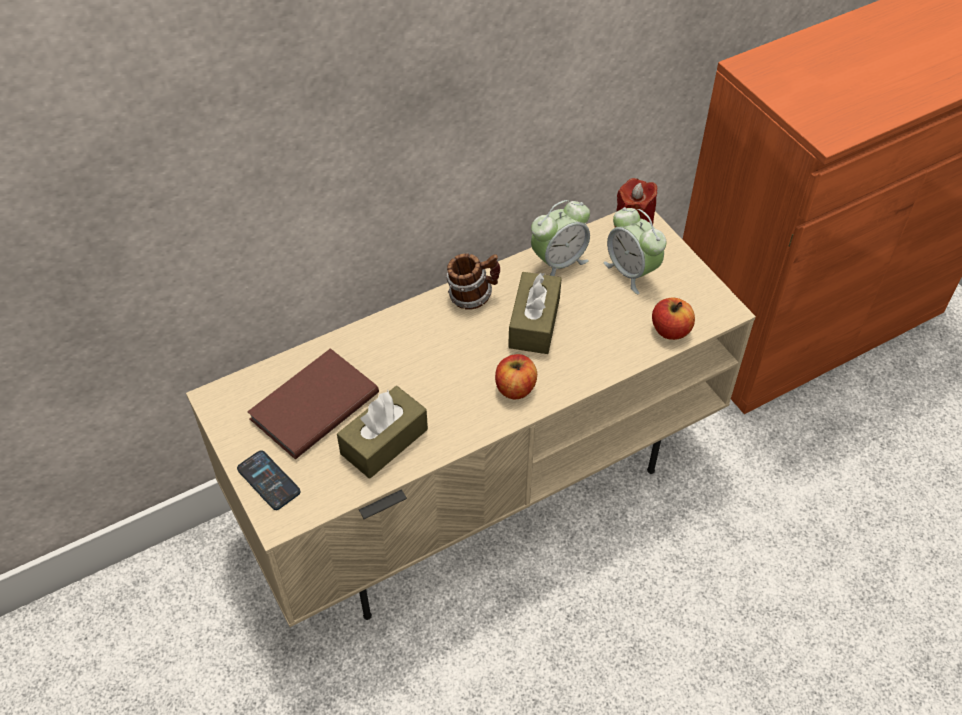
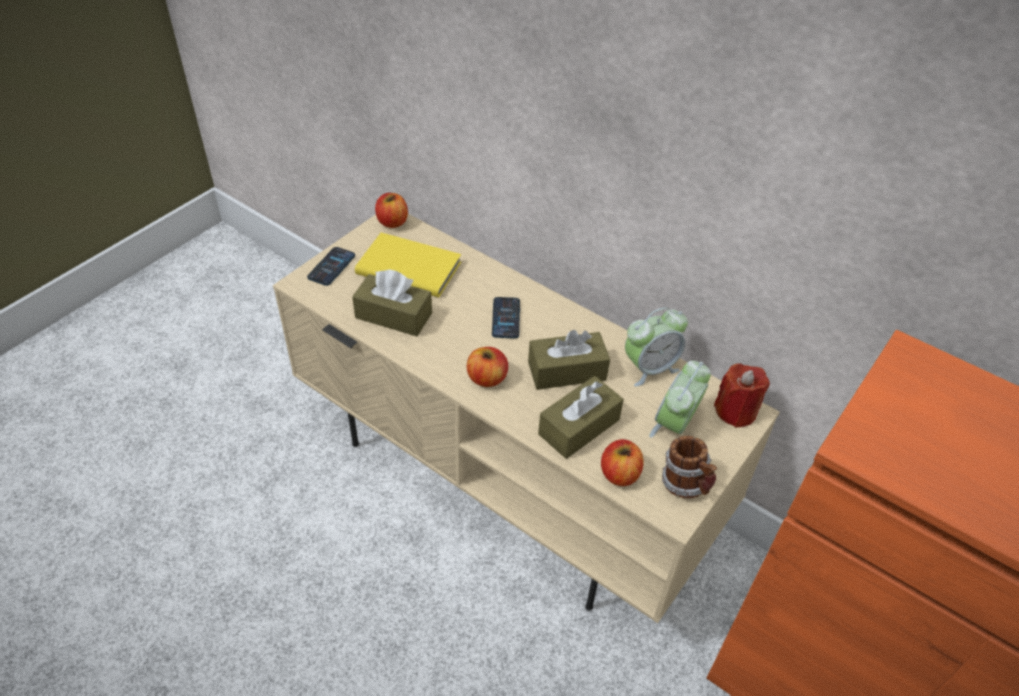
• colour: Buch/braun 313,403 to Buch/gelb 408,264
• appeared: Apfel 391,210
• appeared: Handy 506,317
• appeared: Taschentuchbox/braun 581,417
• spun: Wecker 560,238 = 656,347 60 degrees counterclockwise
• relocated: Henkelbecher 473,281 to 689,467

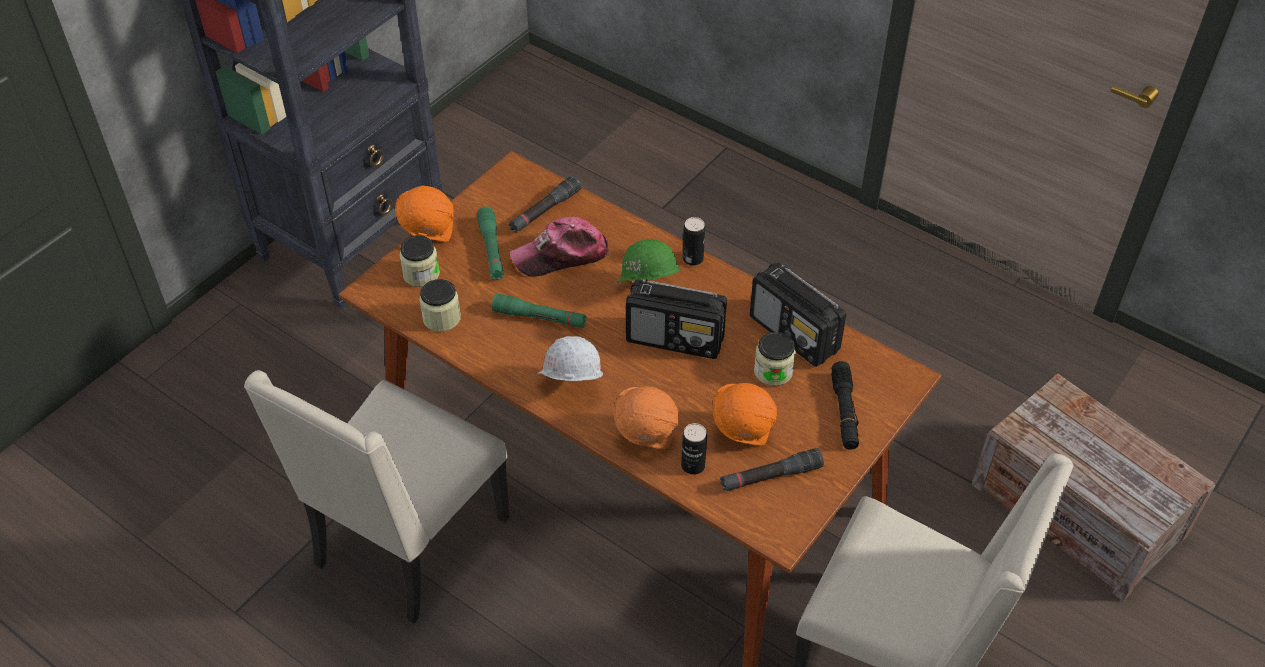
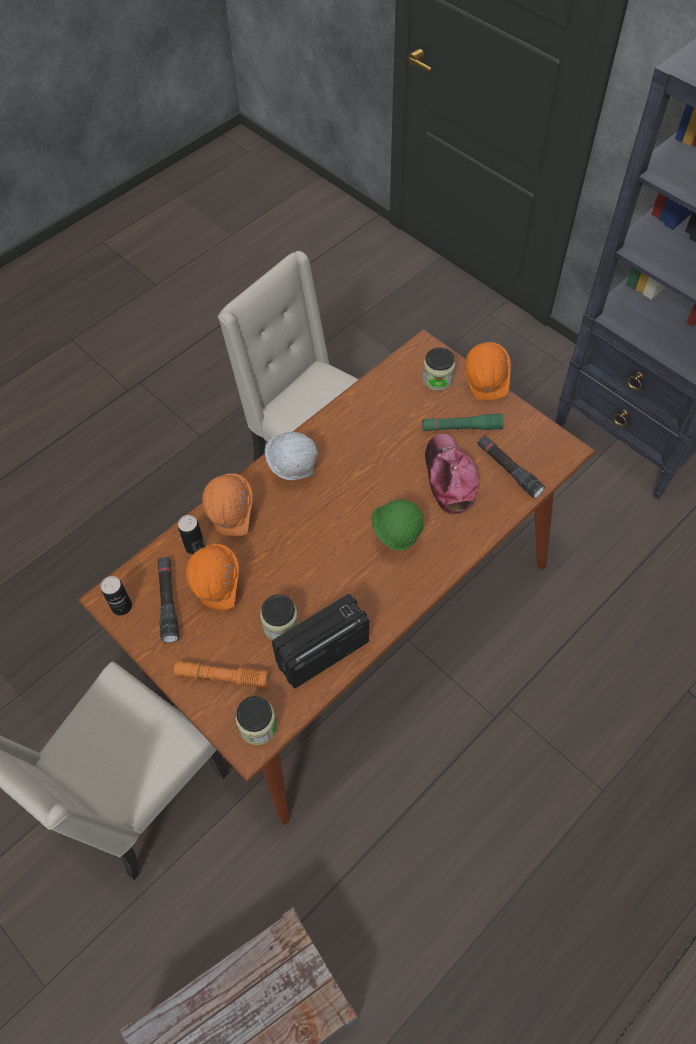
• relocated: Dose 694,241 to 116,595
• colour: Taschenlampe/schwarz 845,405 to Taschenlampe/orange 221,674
• relocated: Vorratsglas 440,305 to 256,720
• missing: Taschenlampe/grün 539,311
• missing: Radio 676,319

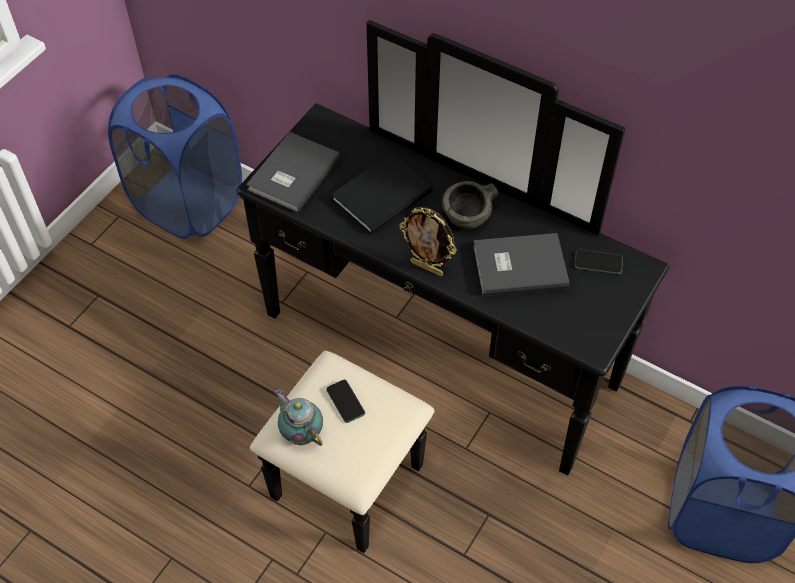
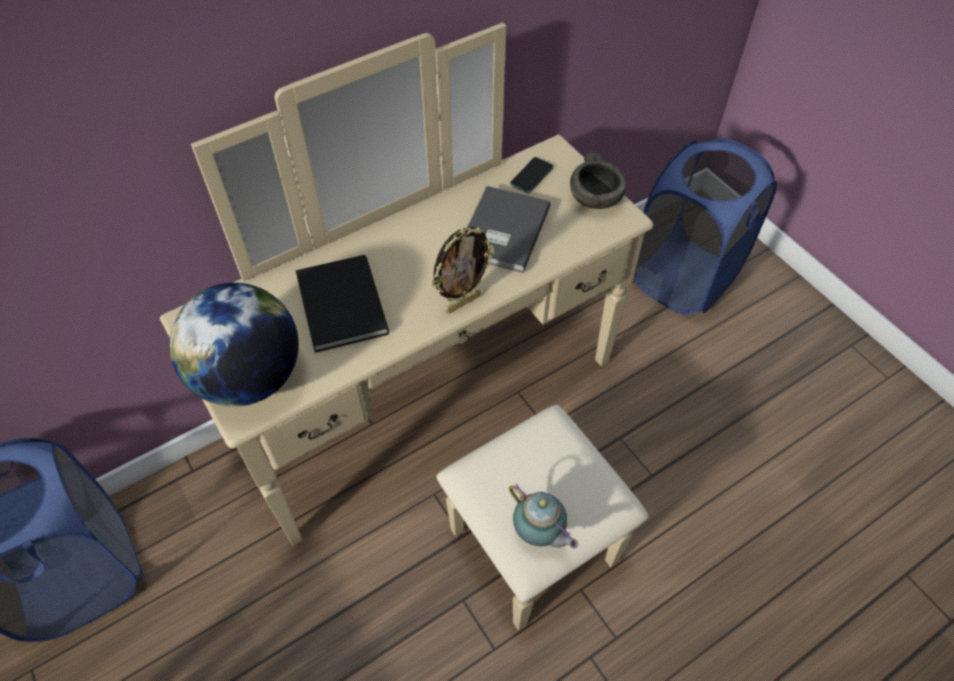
• colour: Kommode/schwarz 453,286 to Kommode/beige 406,326
• exchanged: Buch/grau 293,172 to Globus 234,345
• spun: Teekanne 299,417 = 543,516 120 degrees counterclockwise
• relocated: Schüssel/grau 470,205 to 598,180
• missing: Handy 345,401

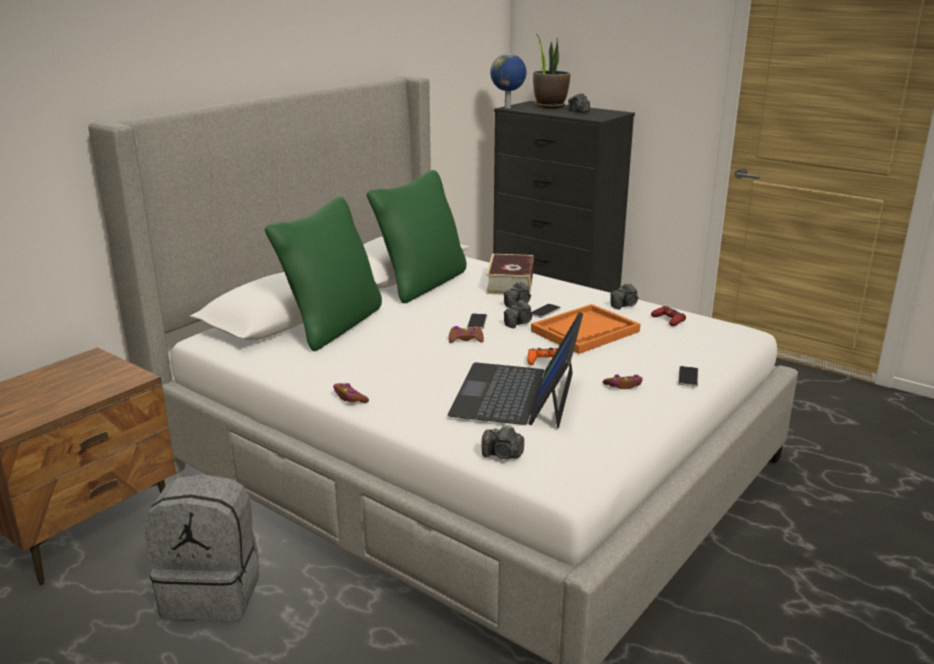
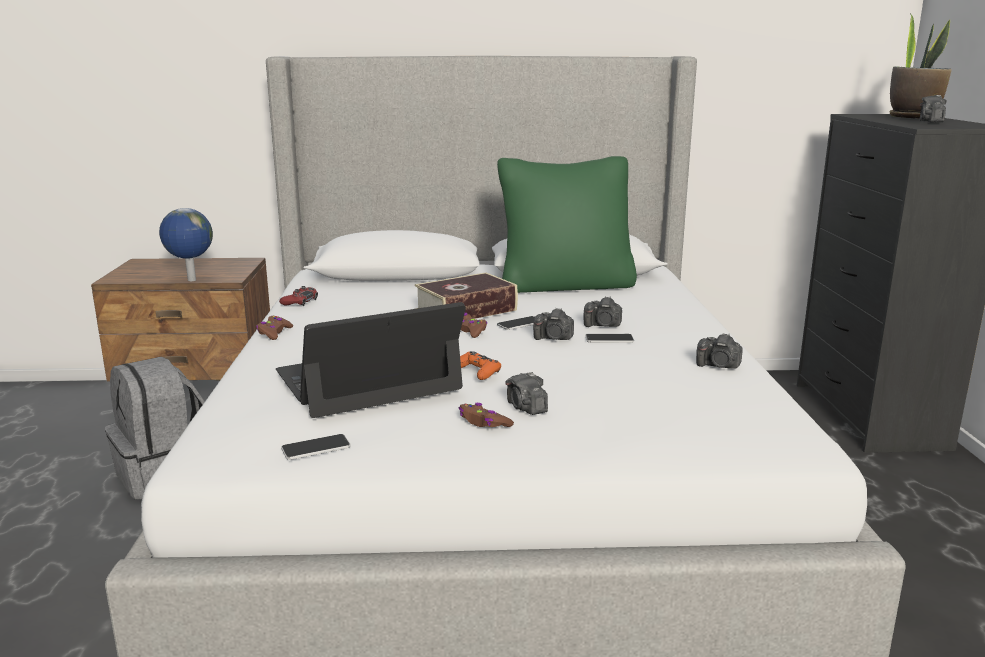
• relocated: Globus 508,81 to 186,244
• relocated: Gamepad/rot 668,316 to 298,296
• relocated: Handy 688,376 to 316,447
• relocated: Buch 510,274 to 466,296
• relocated: Kamera 502,442 to 527,393
• missing: Kissen/grün 323,274
• missing: Tablett/orange 585,329

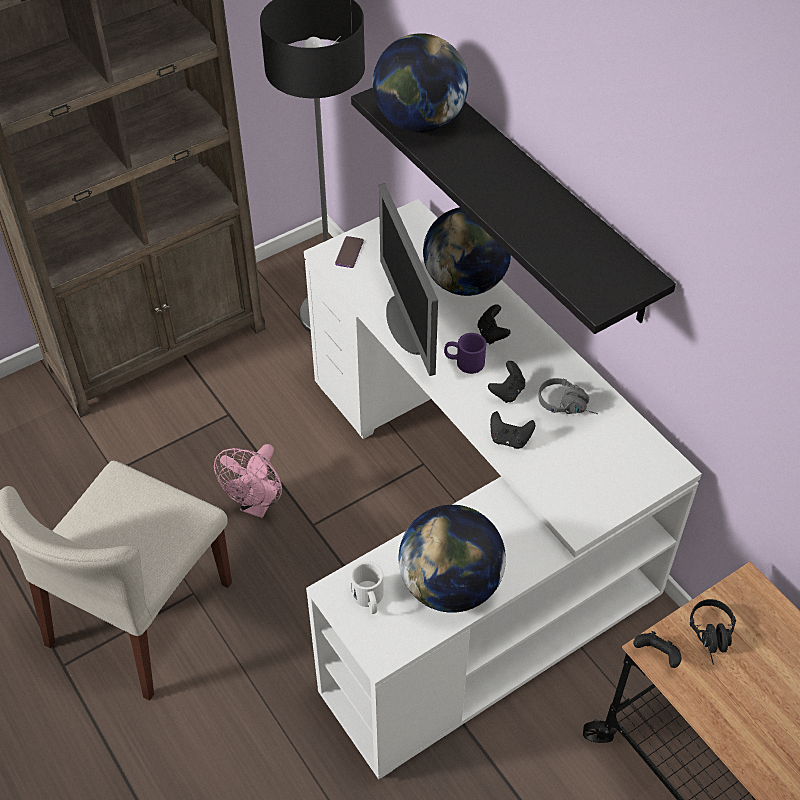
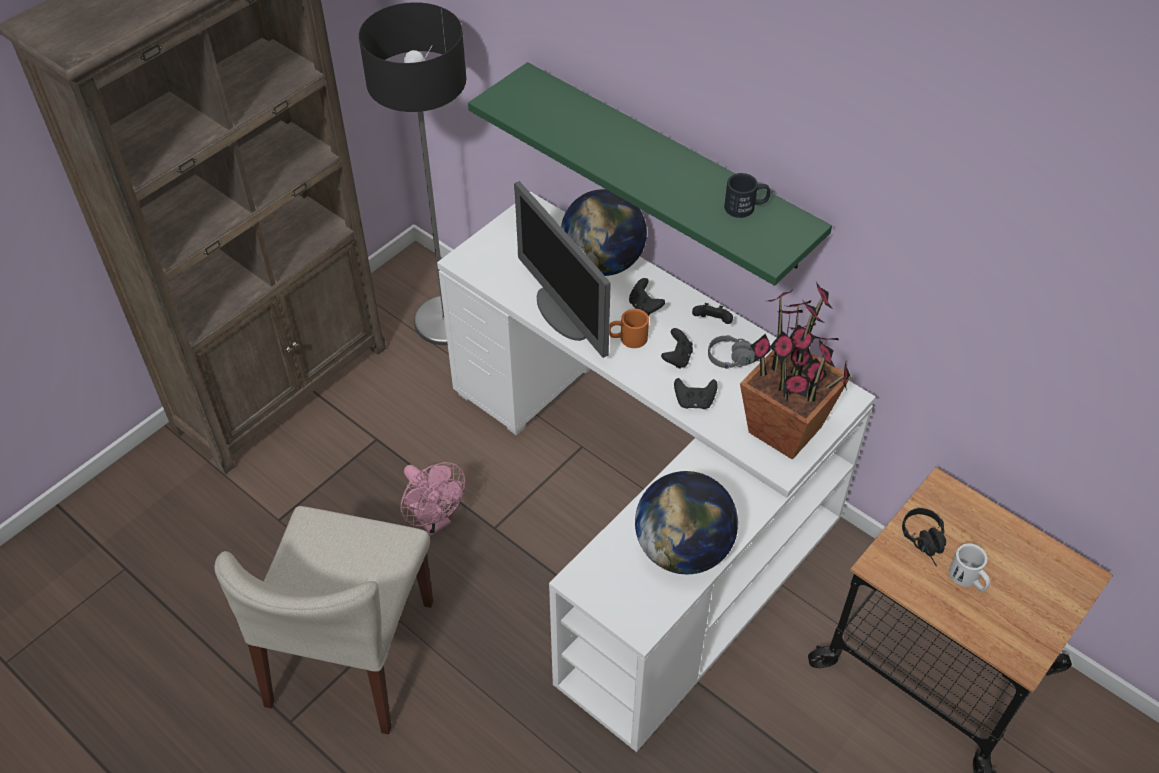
• spun: Ventilator/rosa 248,481 = 432,499 45 degrees counterclockwise
• colour: Wandregal/schwarz 513,211 to Wandregal/grün 650,174
• colour: Henkelbecher/lila 465,353 to Henkelbecher/orange 629,328
• relocated: Gamepad/schwarz 657,649 to 712,313
• appeared: Henkelbecher/schwarz 747,195
• appeared: Topfpflanze 795,371
• relocated: Henkelbecher/weiß 367,587 to 969,567
• missing: Handy 349,252
• missing: Globus 420,83

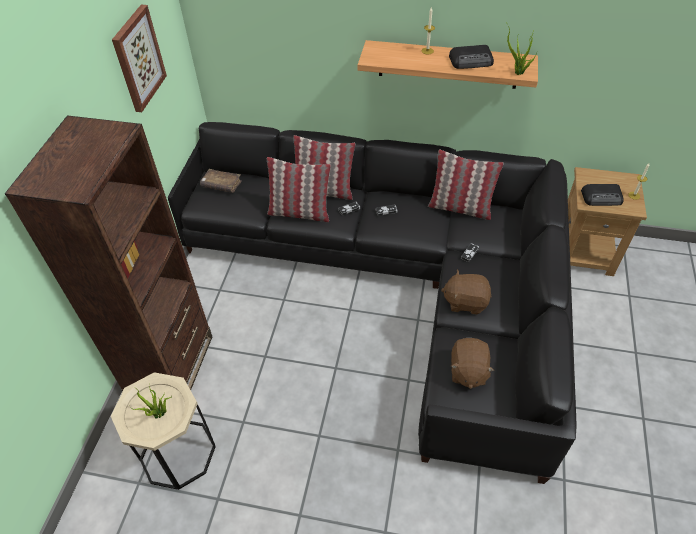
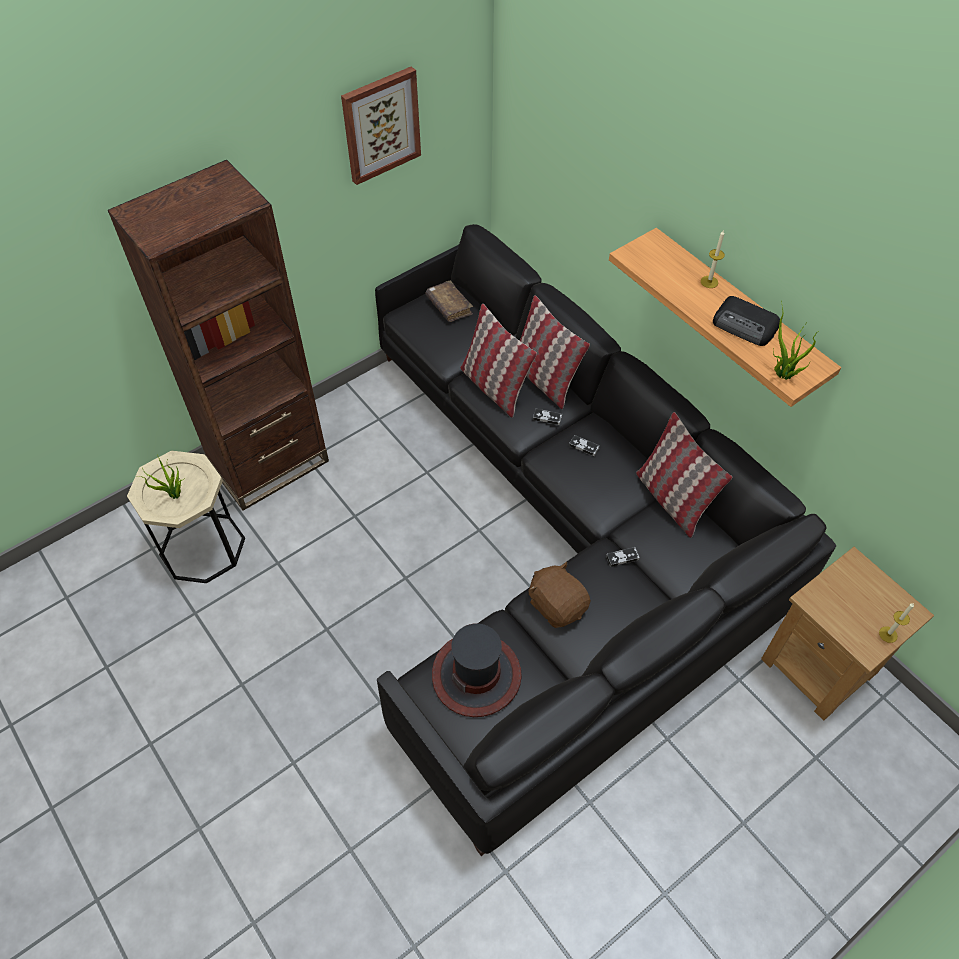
• exchanged: Plüschtier/braun 472,363 to Hut 477,670
• missing: Radio 602,195

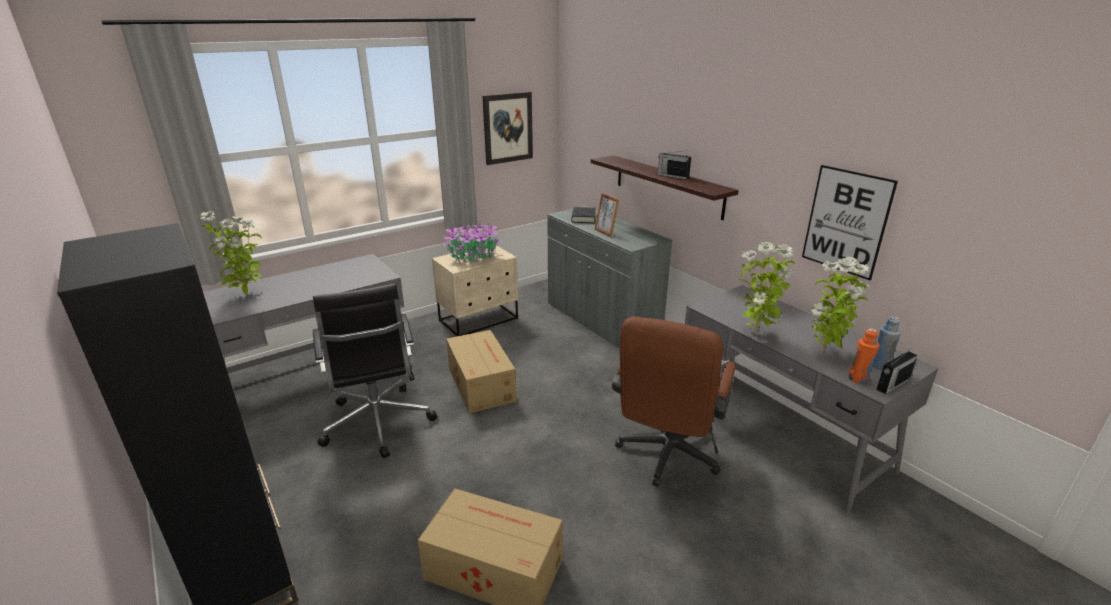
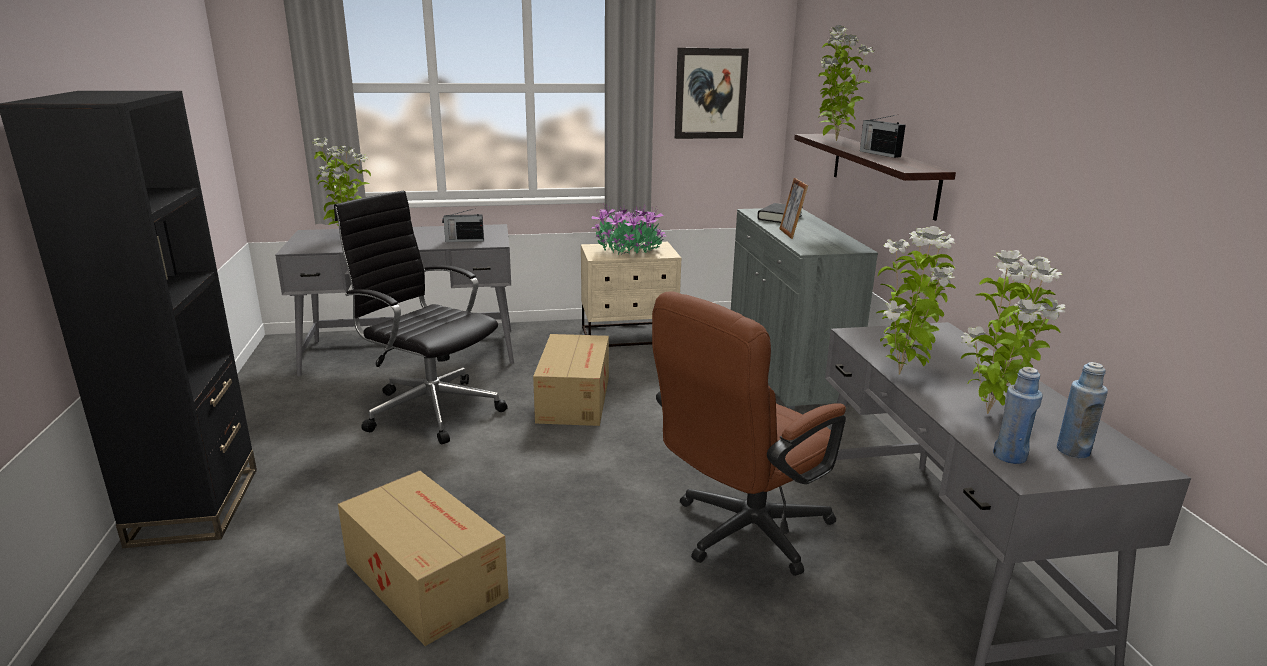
• spun: Bürostuhl/schwarz 374,371 = 421,317 120 degrees clockwise
• relocated: Radio 897,371 to 463,225
• appeared: Topfpflanze 846,83
• colour: Flasche/orange 863,356 to Flasche/blau 1018,415
• missing: Bild 850,222

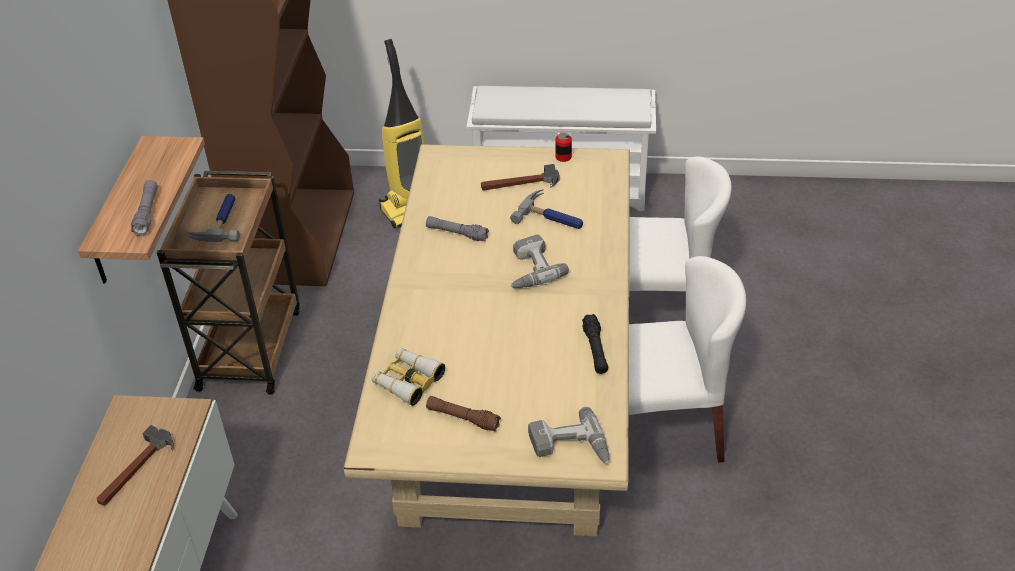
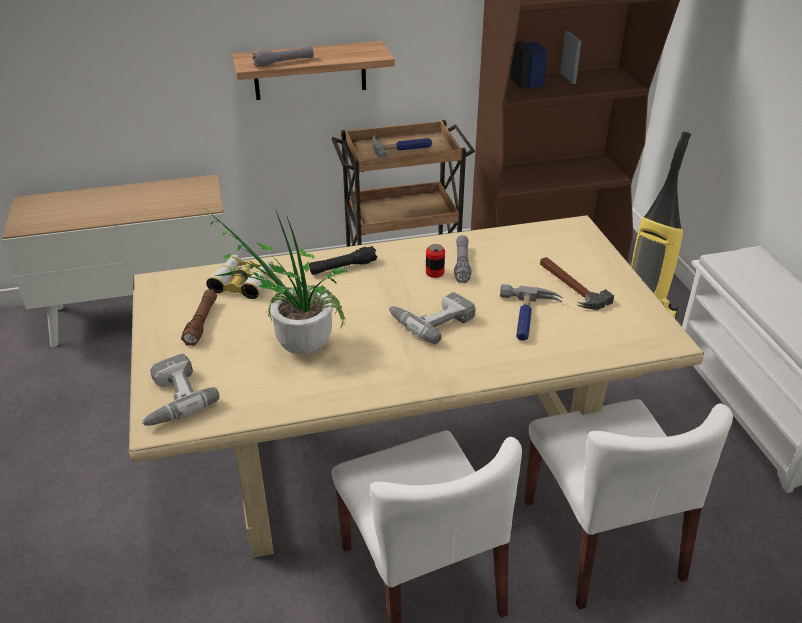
• appeared: Topfpflanze 277,280
• relocated: Taschenlampe/schwarz 595,344 to 343,260
• relocated: Dose 564,147 to 435,261
• missing: Hammer 135,465

